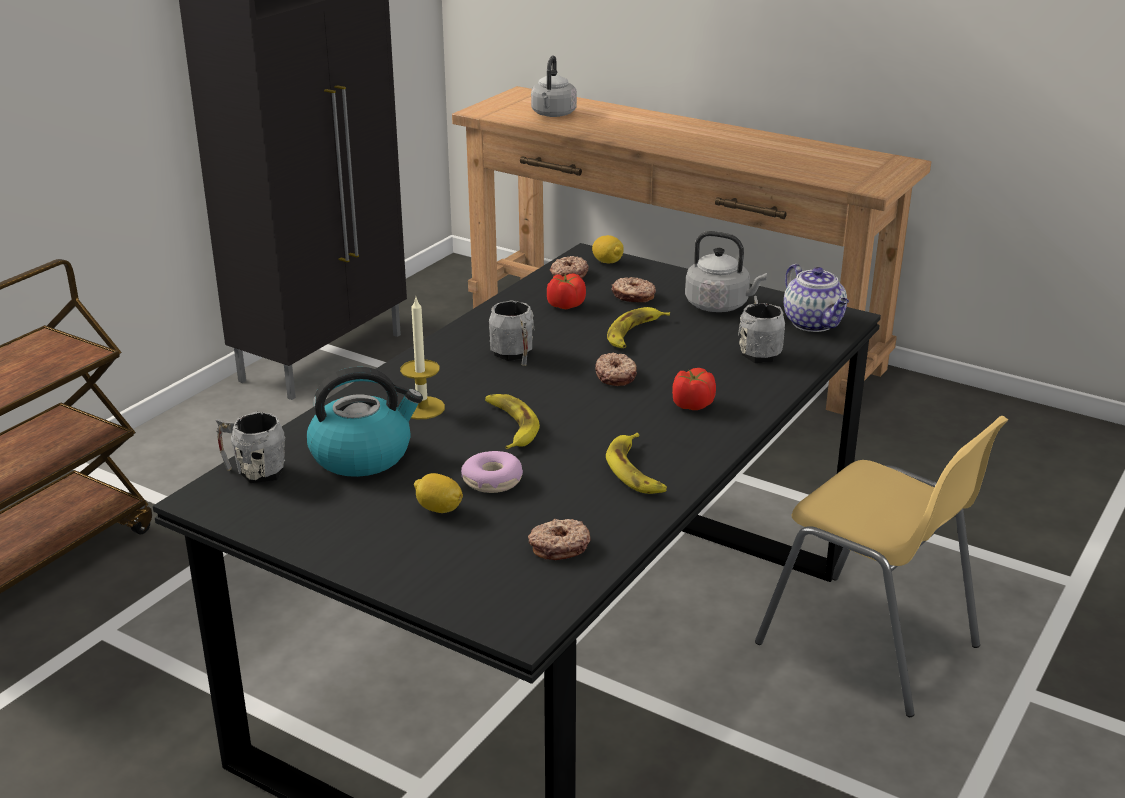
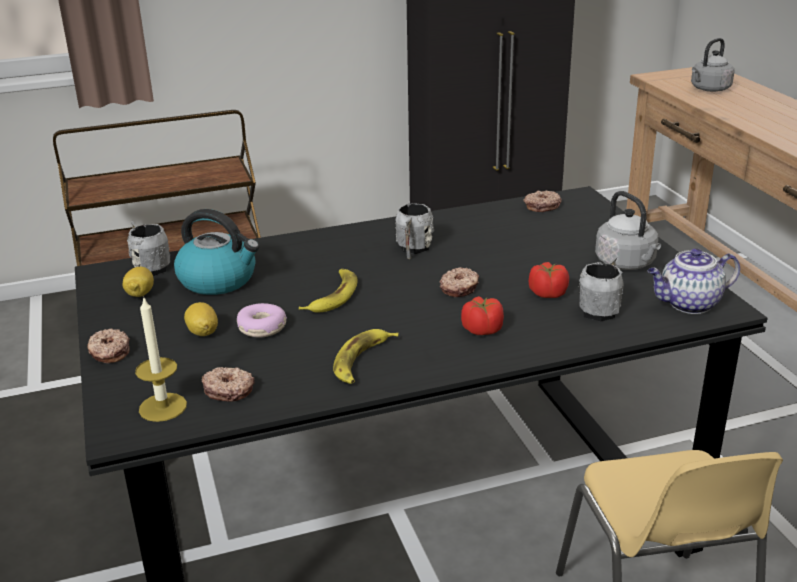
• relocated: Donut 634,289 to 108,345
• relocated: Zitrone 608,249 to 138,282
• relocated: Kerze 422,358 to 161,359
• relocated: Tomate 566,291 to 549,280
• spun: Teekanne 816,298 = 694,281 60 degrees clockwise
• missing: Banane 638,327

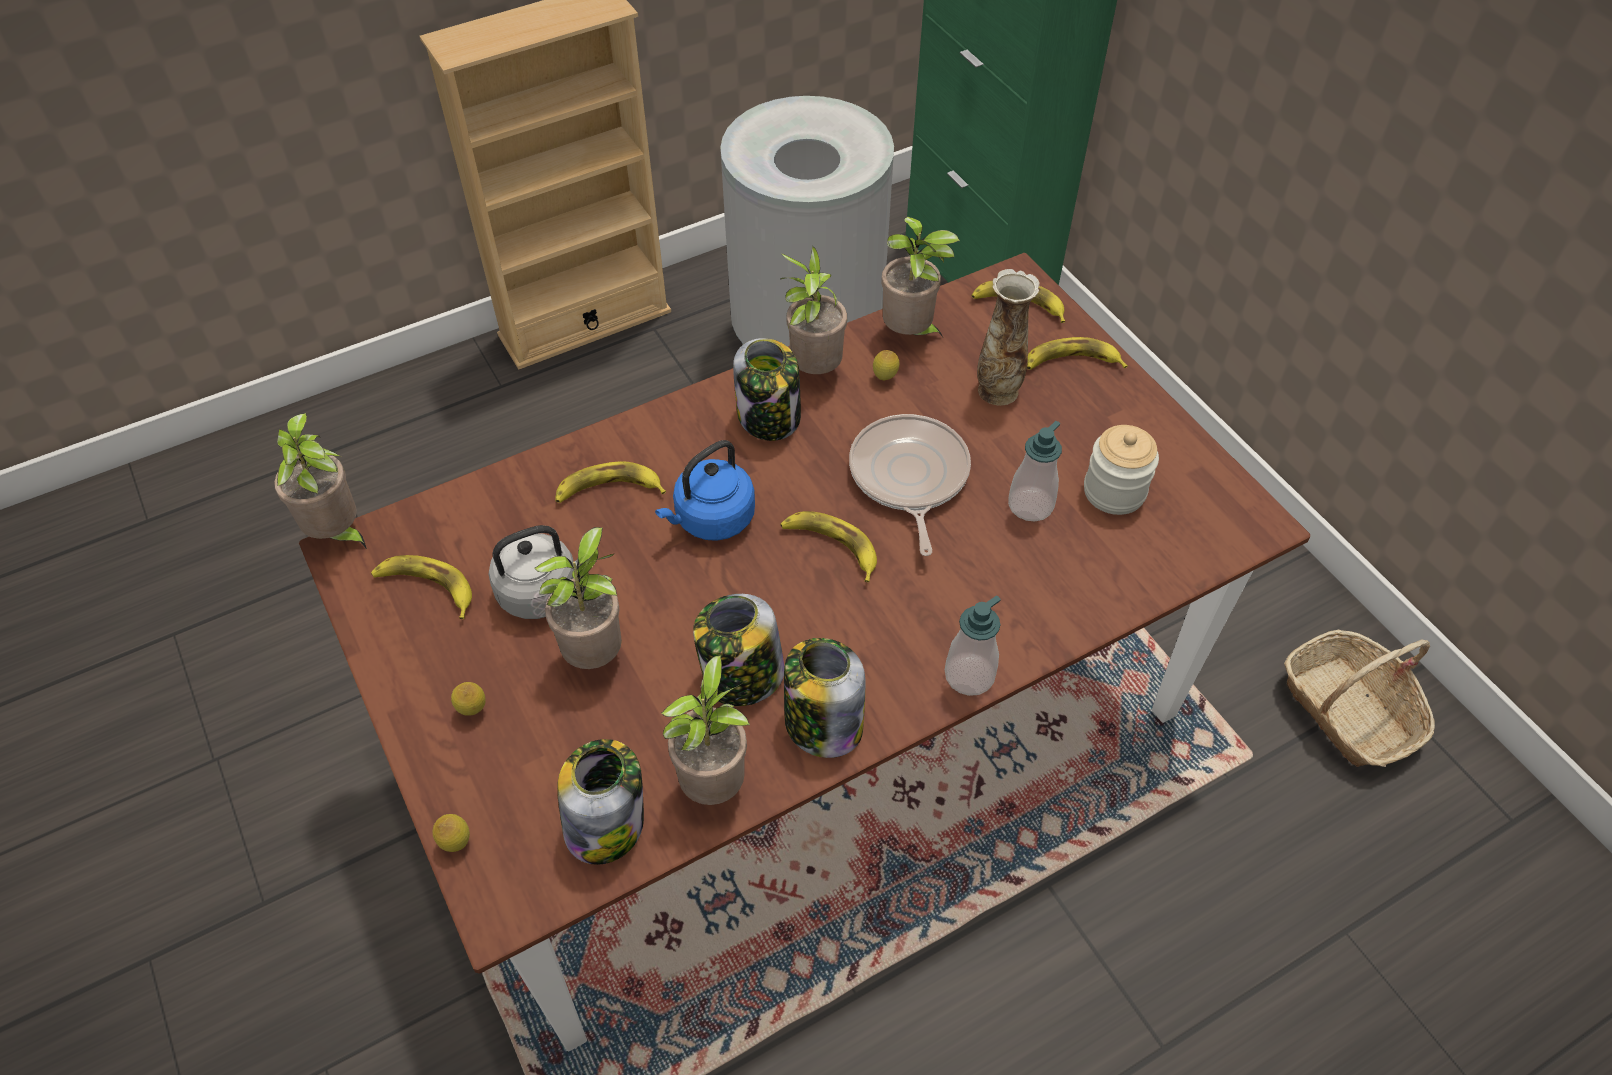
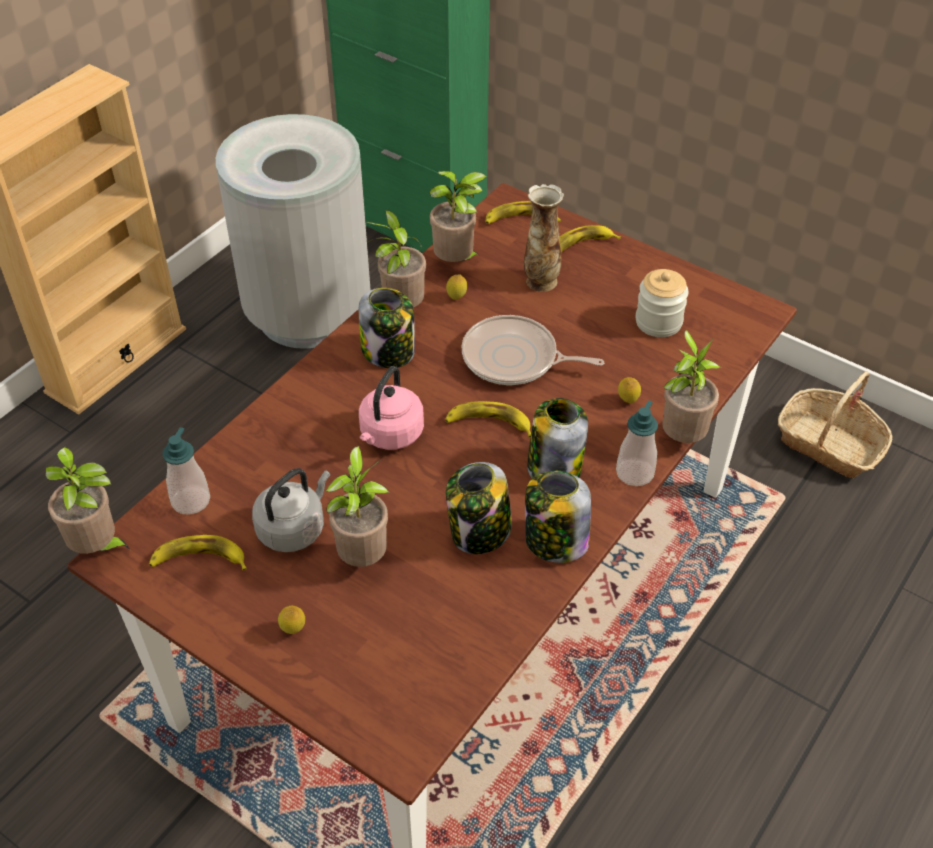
• relocated: Seifenspender 1035,471 to 186,471
• colour: Wasserkessel/blau 705,490 to Wasserkessel/rosa 391,408
• spun: Pfanne 910,485 = 533,350 45 degrees counterclockwise
• relocated: Vorratsglas 600,802 to 557,438
• relocated: Zitrone 451,833 to 629,390
• relocated: Topfpflanze 705,730 to 691,386
• missing: Banane 610,482

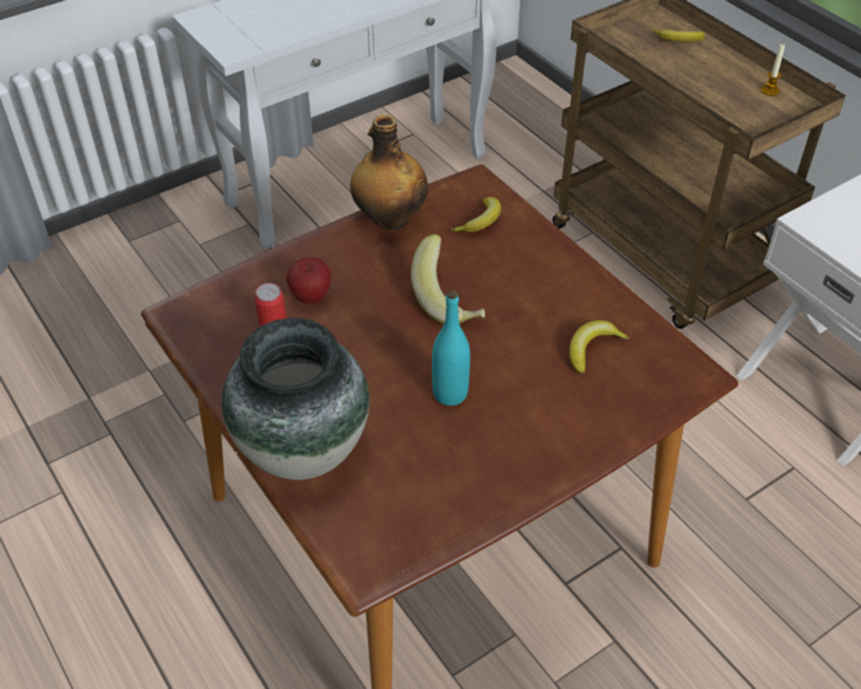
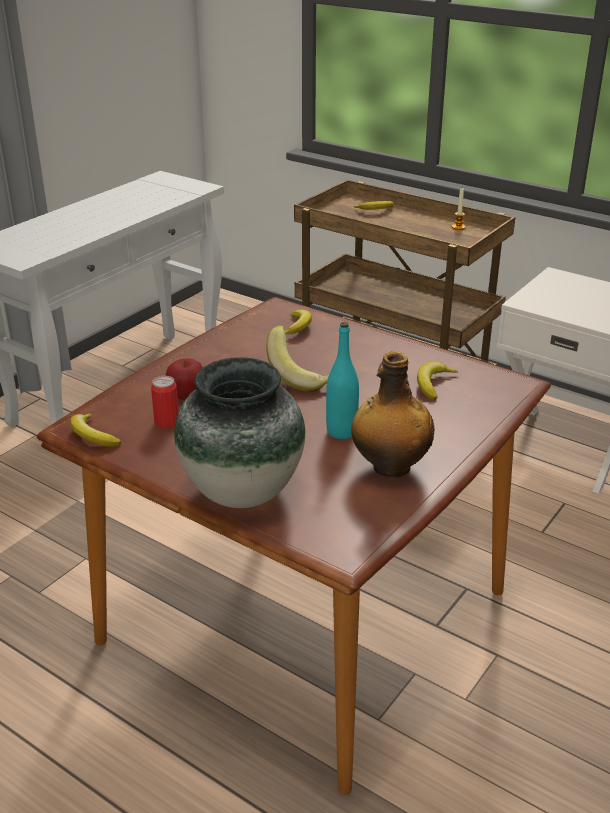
• appeared: Banane 95,430
• relocated: Flasche 389,172 to 393,414

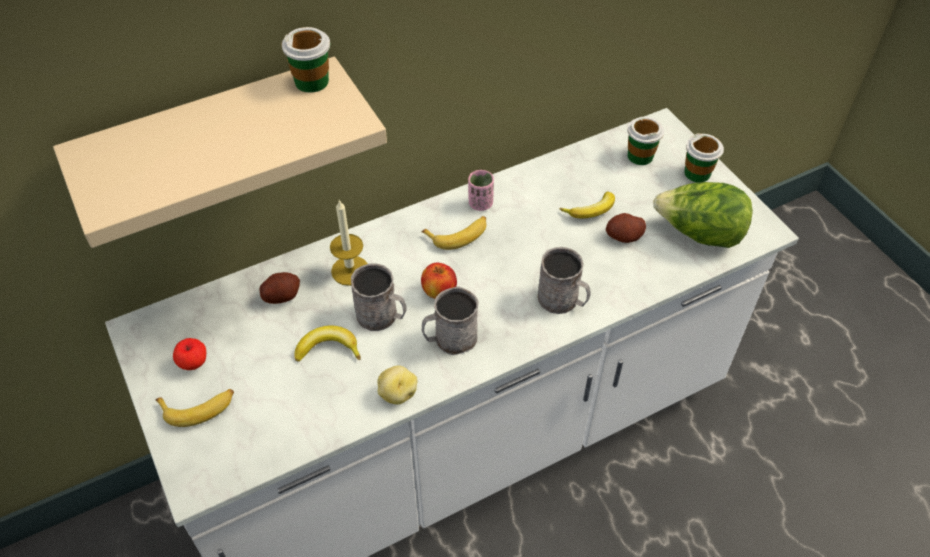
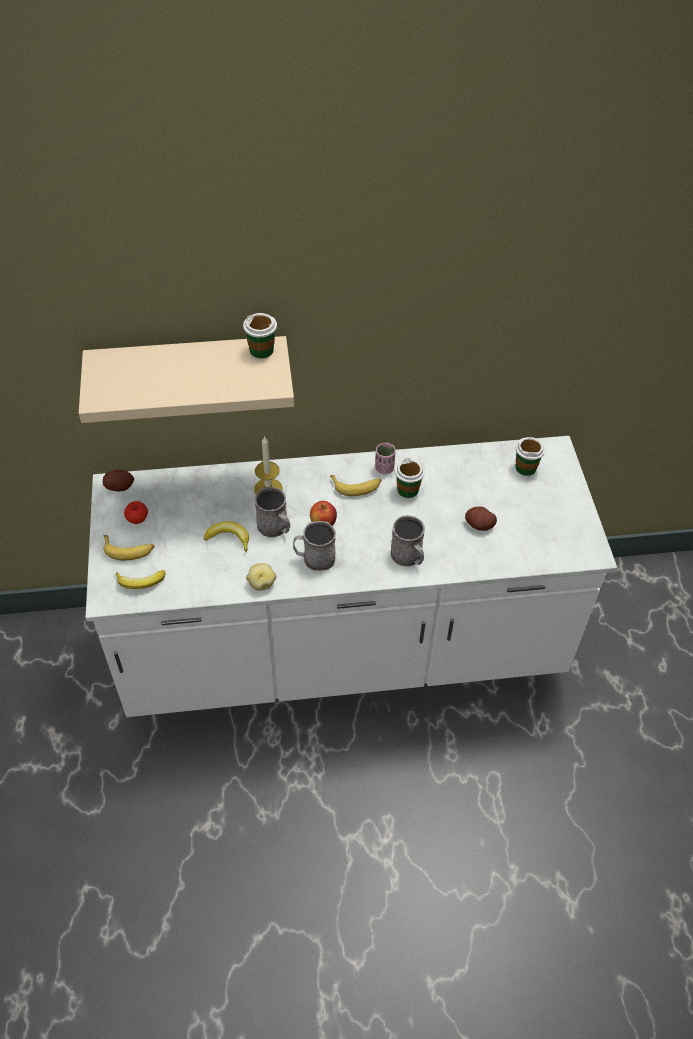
• relocated: Kartoffel 279,288 to 118,480
• relocated: Banane 587,205 to 141,579
• relocated: Tasse 704,157 to 410,478
• missing: Salatkopf 703,215

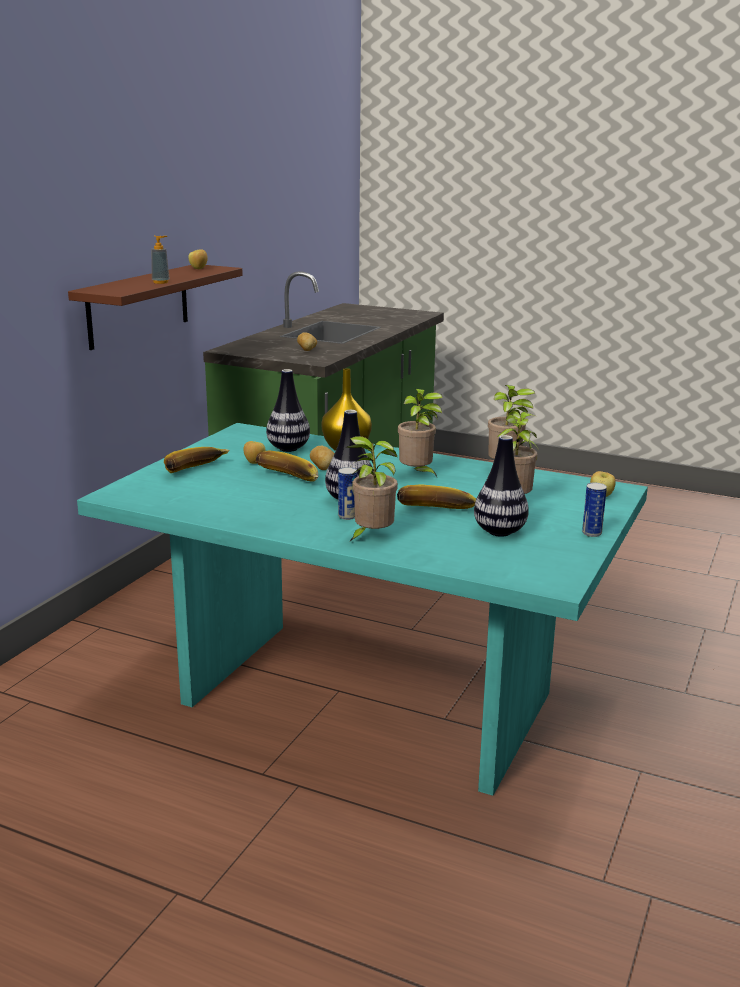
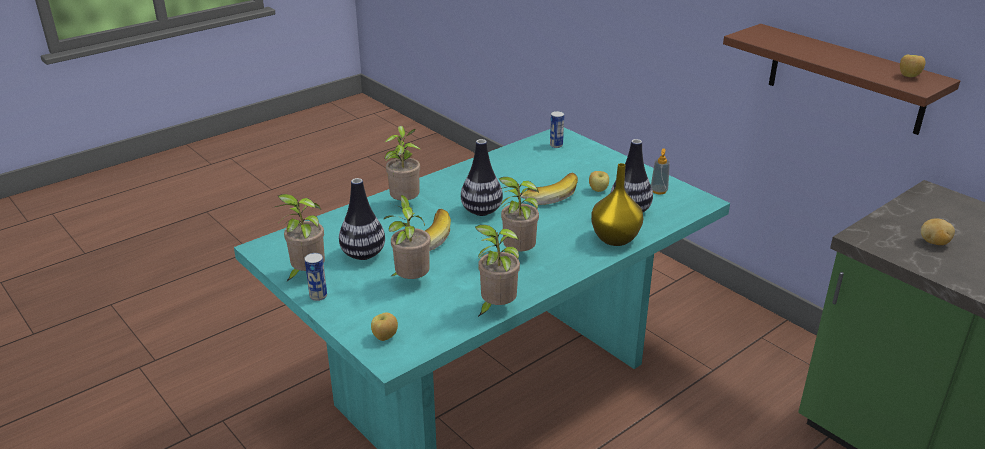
• appeared: Topfpflanze 300,237
• relocated: Dose 347,493 to 557,129
• relocated: Seifenspender 160,260 to 660,172
• missing: Banane 197,460
• missing: Kartoffel 322,458

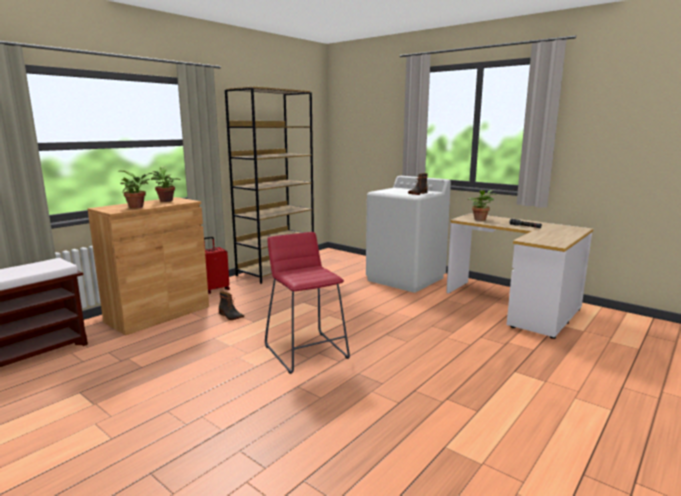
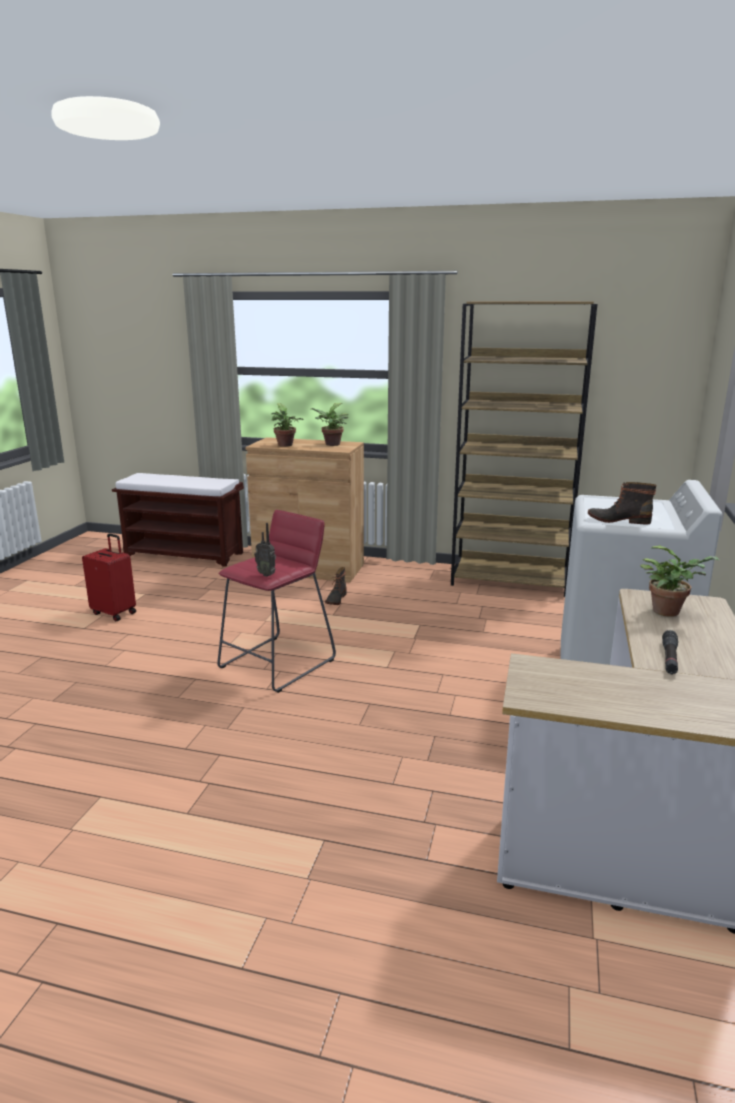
• relocated: Koffer/rot 217,265 to 109,577
• appeared: Radio 265,550

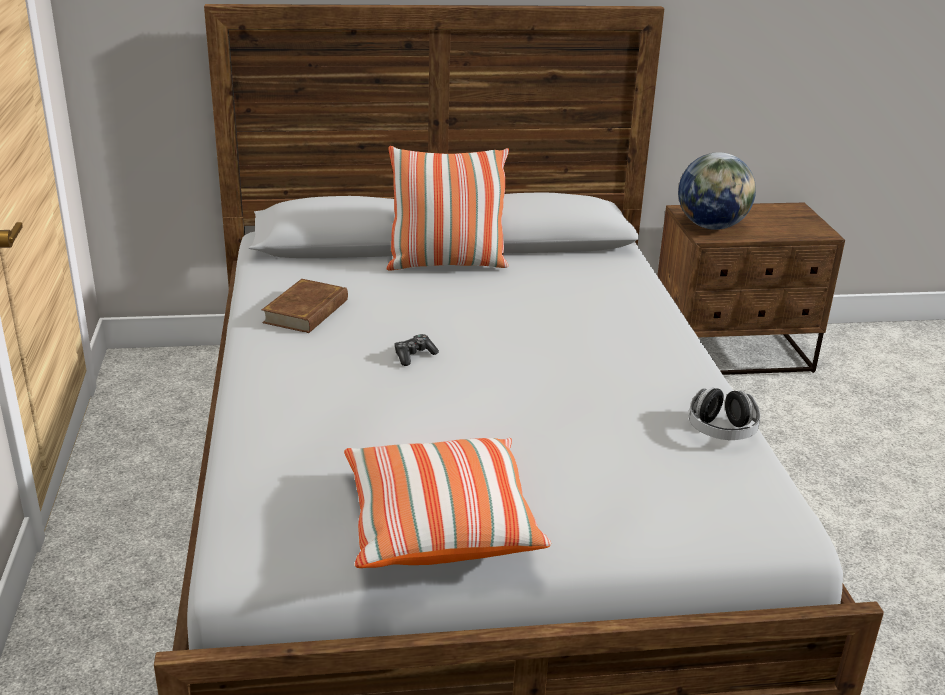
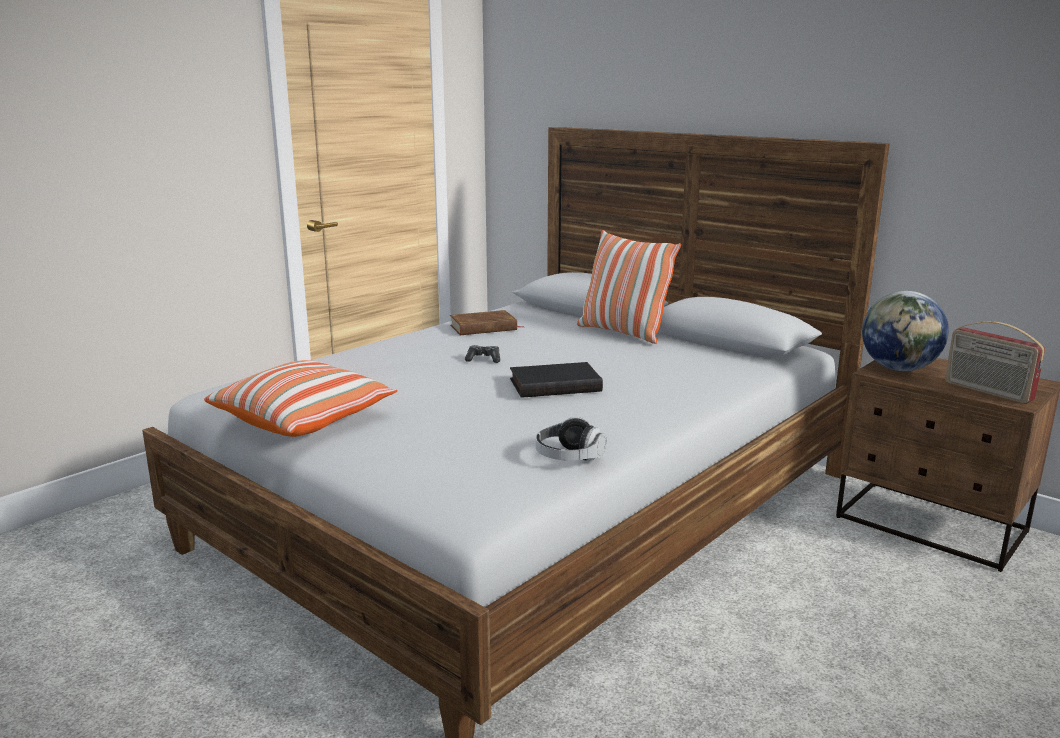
• appeared: Buch/schwarz 556,380
• appeared: Radio 995,362

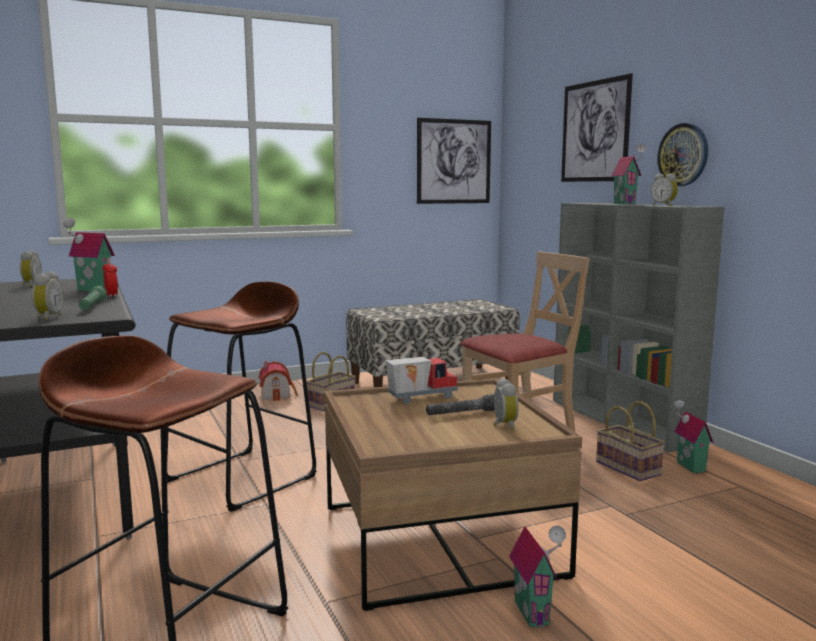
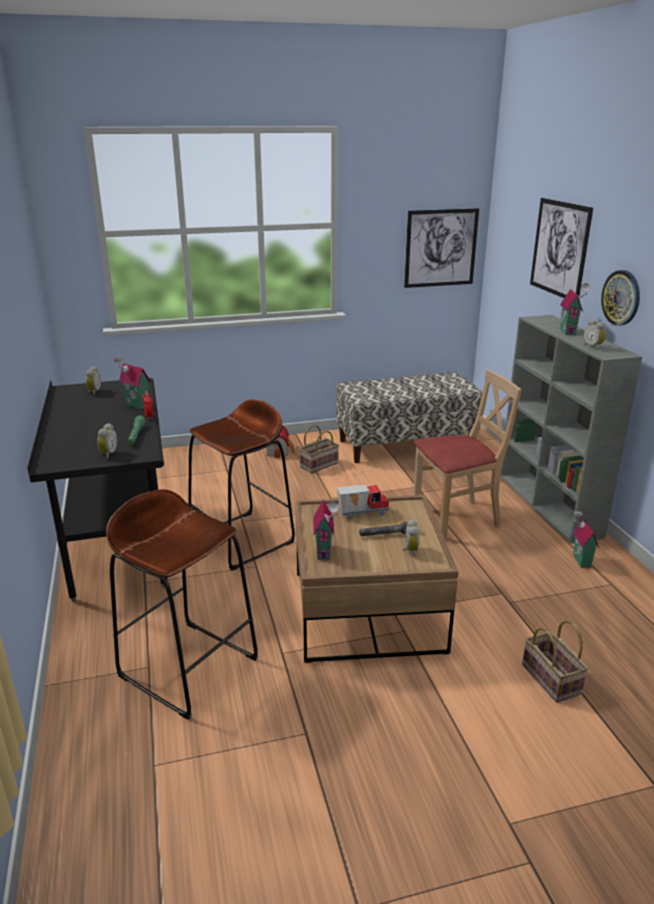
• relocated: Spielzeughaus 537,576 to 326,530
• relocated: Korb 630,441 to 555,661

